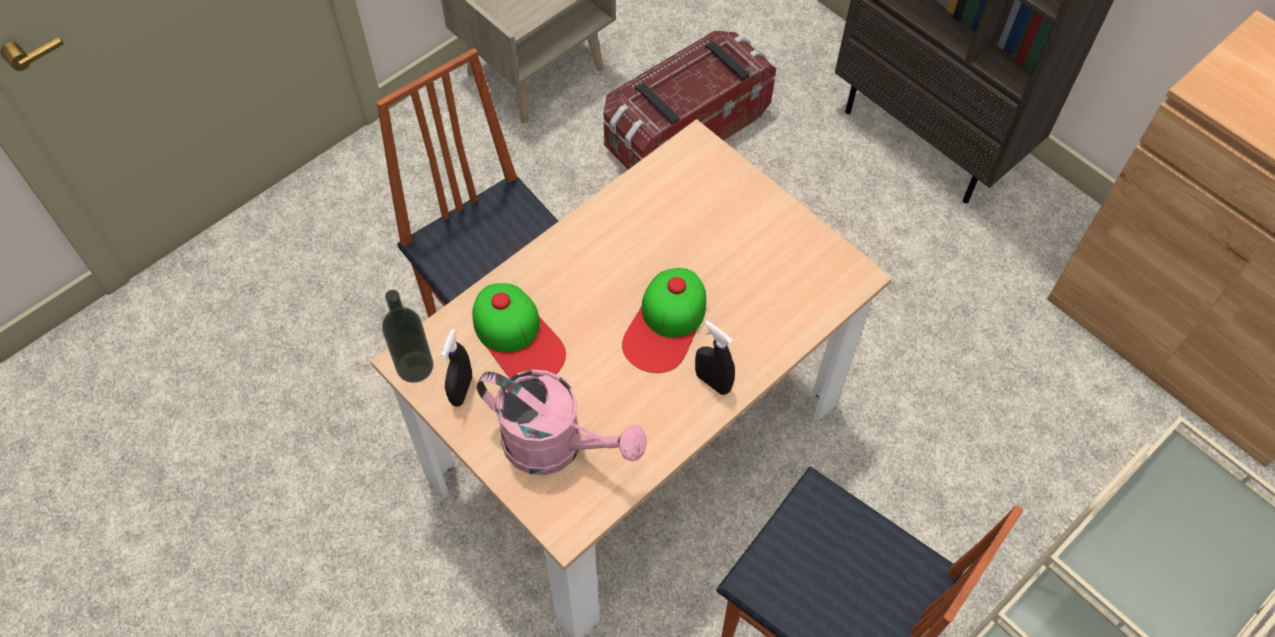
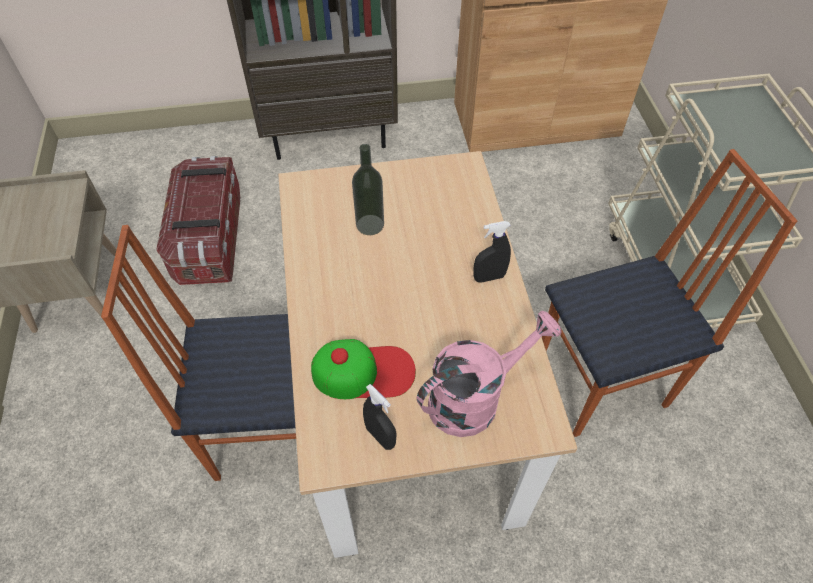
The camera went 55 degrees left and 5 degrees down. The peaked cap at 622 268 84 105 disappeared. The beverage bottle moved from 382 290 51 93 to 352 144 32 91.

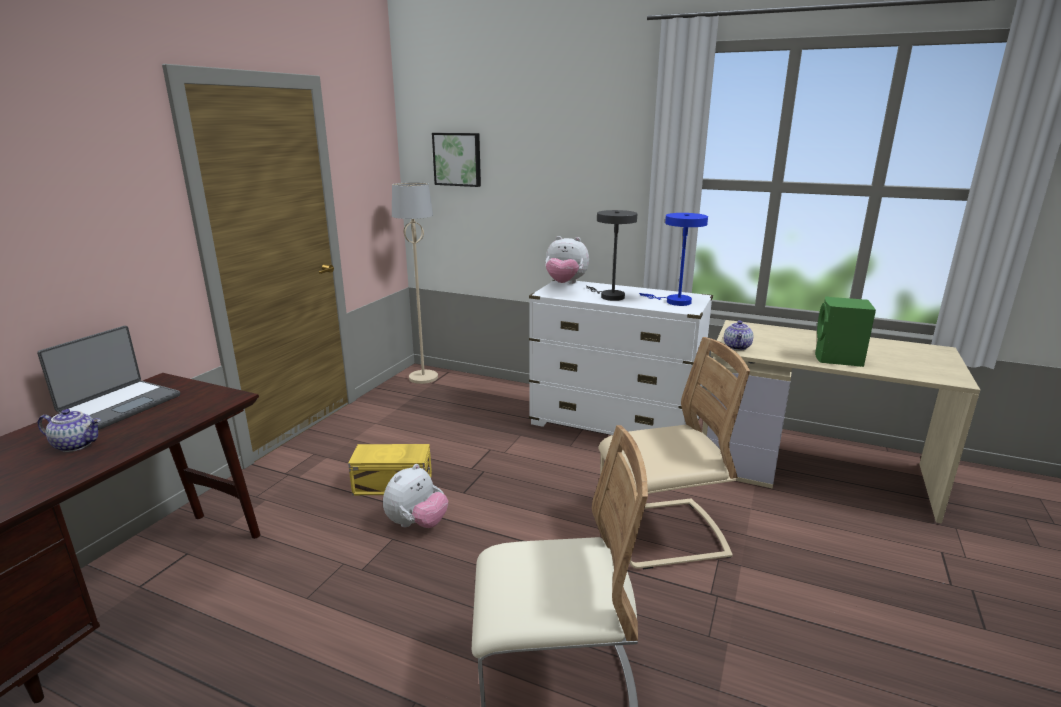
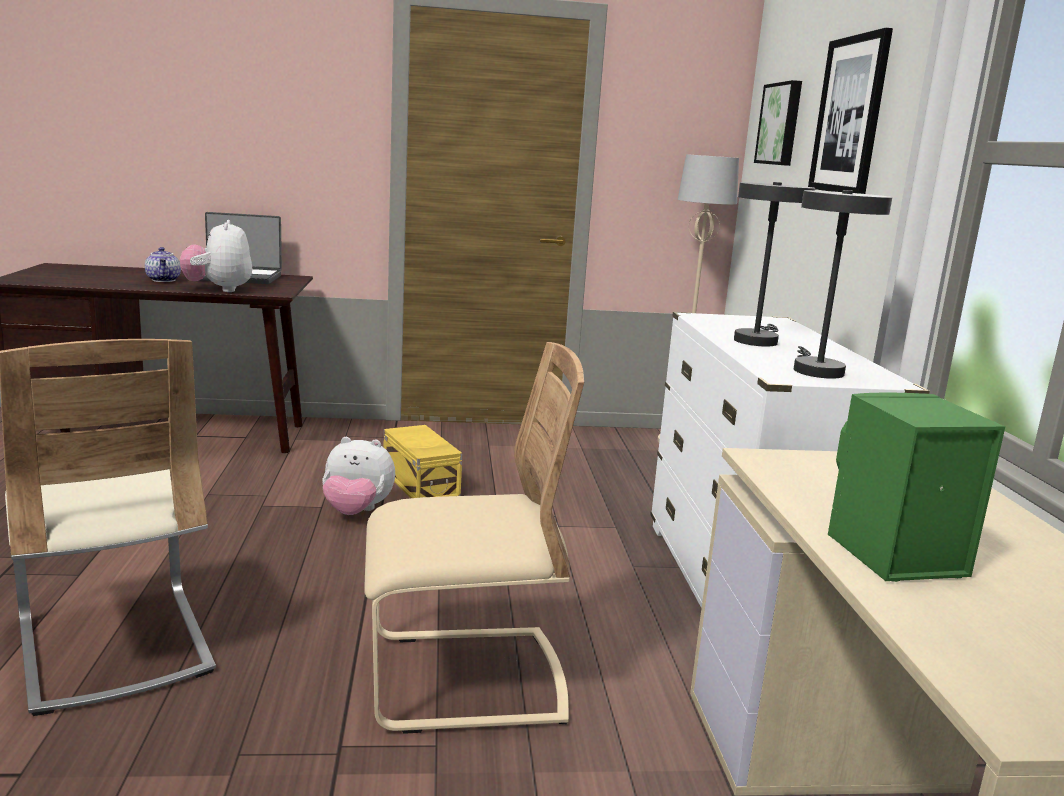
The camera went 60 degrees right and 5 degrees down. The teapot at 724 320 29 30 disappeared. The wall art at 808 28 85 166 appeared. The soft toy moved from 545 236 44 48 to 180 220 72 72. The blue-coloured lamp for a table at 639 213 69 93 became the greyish lamp for a table at 794 190 98 189. The beige upright chair at 598 337 152 232 turned 60 degrees counterclockwise.

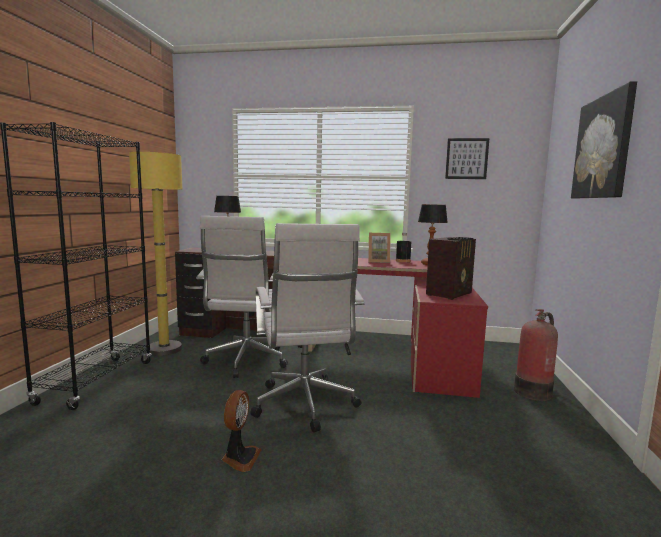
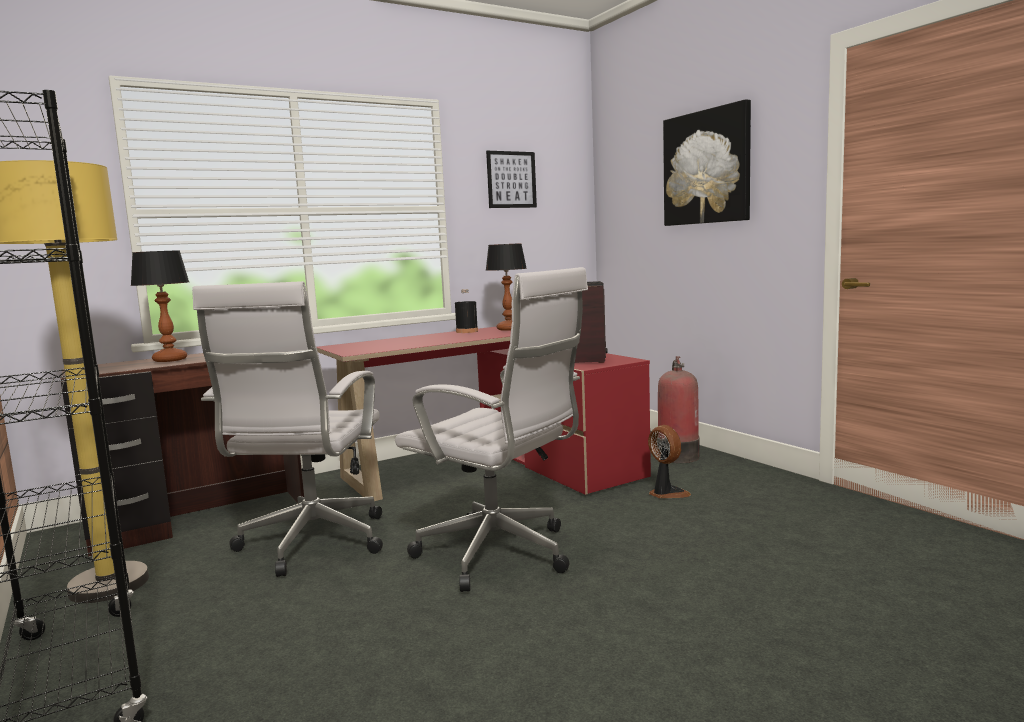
The camera went 40 degrees left and 0 degrees up. The photo frame at 368 233 22 30 disappeared. The fan moved from 222 390 40 82 to 648 425 43 73. The whitish desk chair at 196 216 92 162 turned 45 degrees clockwise.

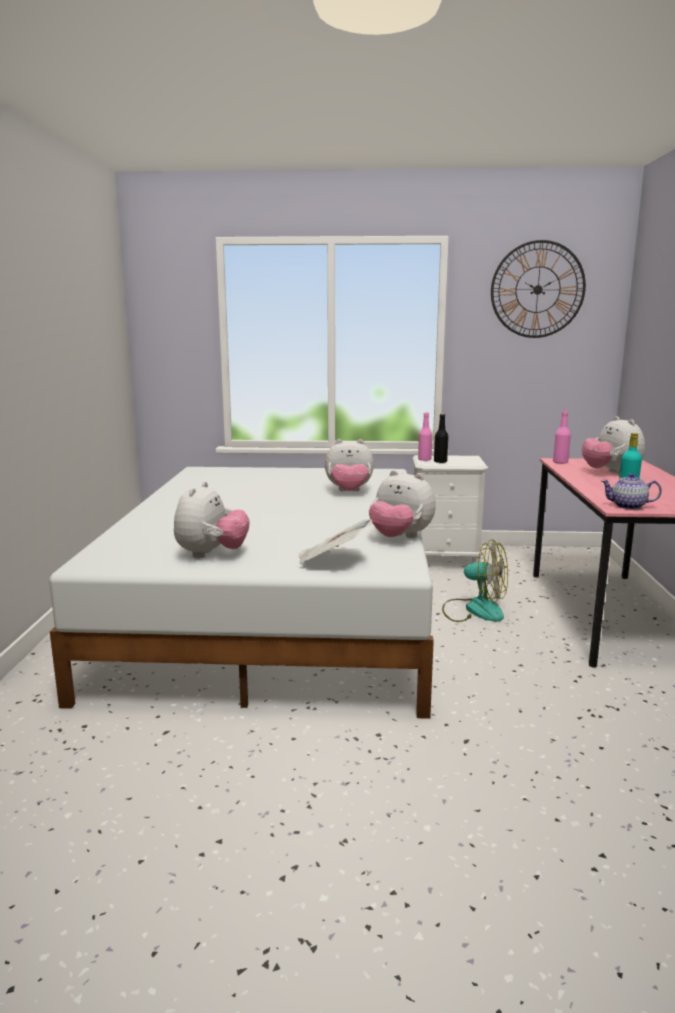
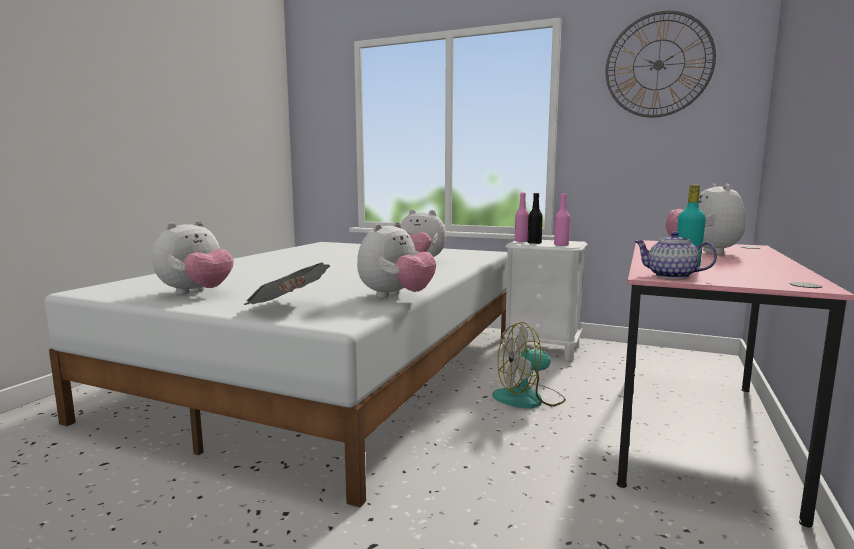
The camera went 20 degrees right and 5 degrees down. The pink beverage bottle moved from 553 410 18 54 to 554 193 16 53. The soft toy at 369 470 67 68 turned 105 degrees counterclockwise. The fan at 442 540 66 82 turned 120 degrees clockwise.

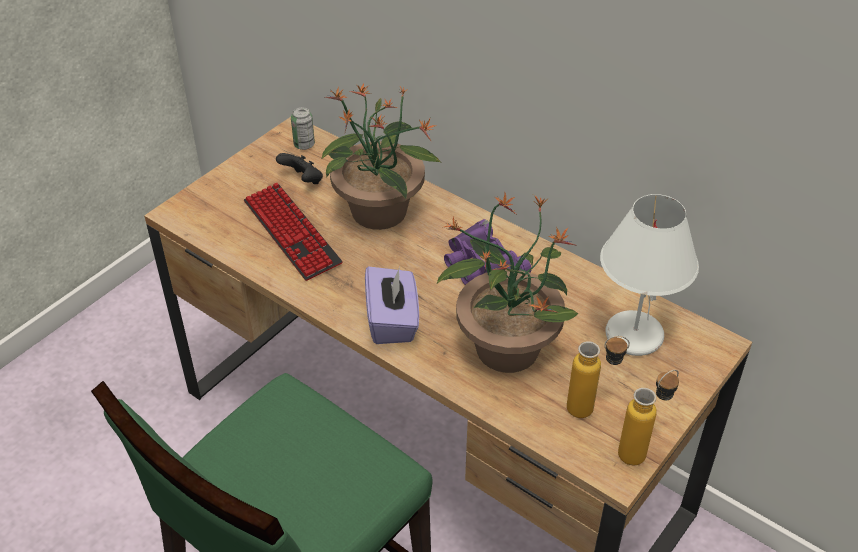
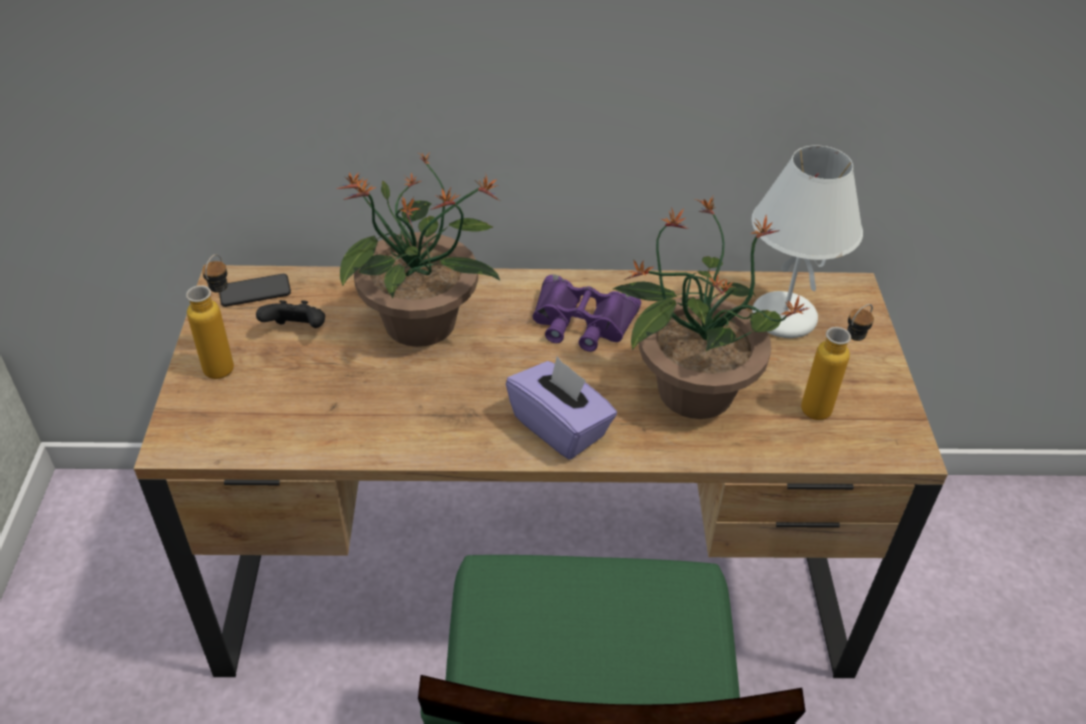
The camera went 40 degrees left and 0 degrees up. The PC keyboard at 244 182 99 99 disappeared. The beverage bottle moved from 618 370 61 95 to 186 254 48 125. The metal can at 291 107 24 43 was replaced by the handset at 219 274 72 33.

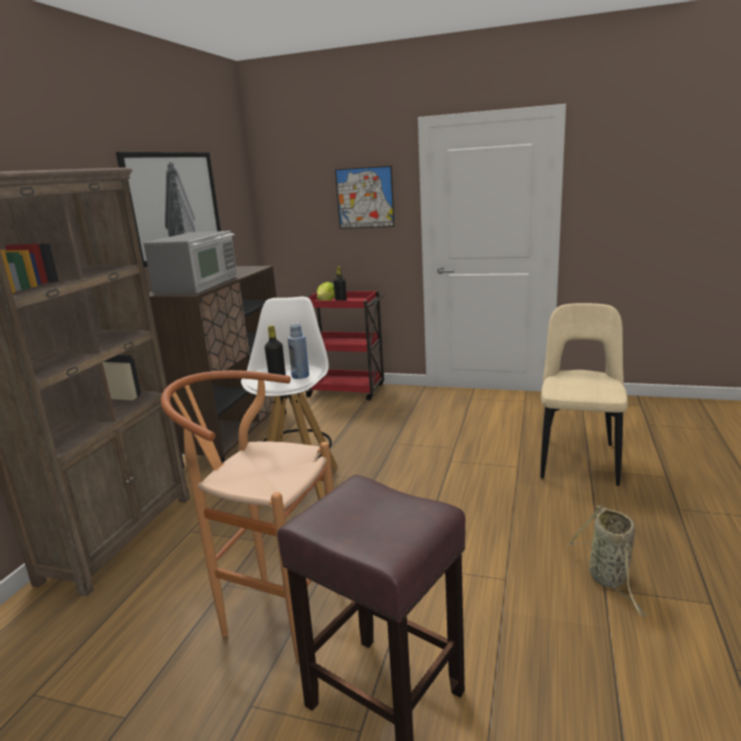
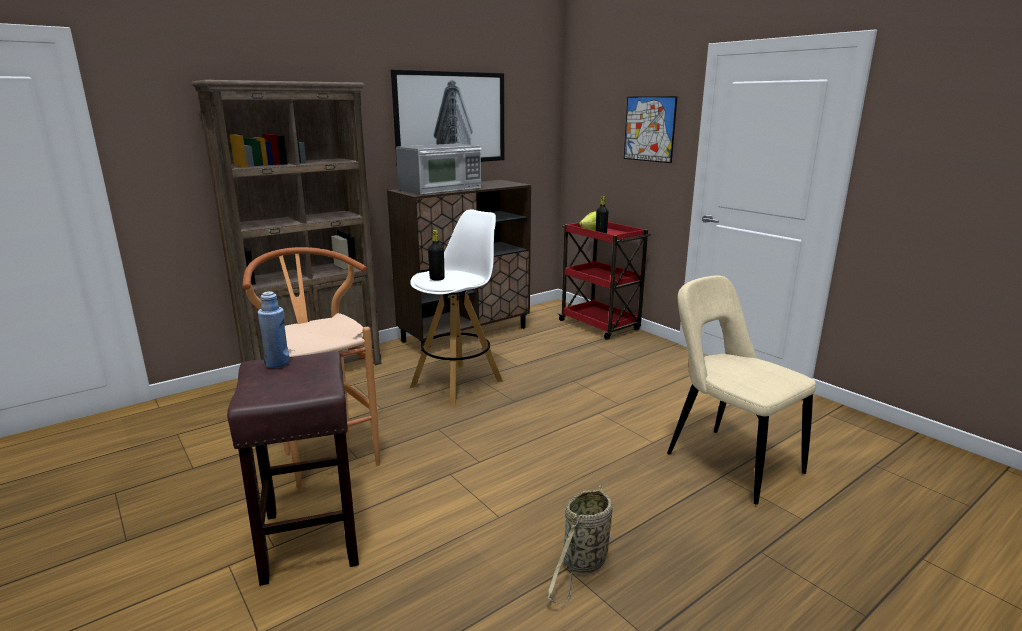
The camera went 35 degrees right and 0 degrees up. The blue-coloured beverage bottle moved from 288 323 21 56 to 258 291 32 77. The beige upright chair at 540 303 88 183 turned 90 degrees counterclockwise.

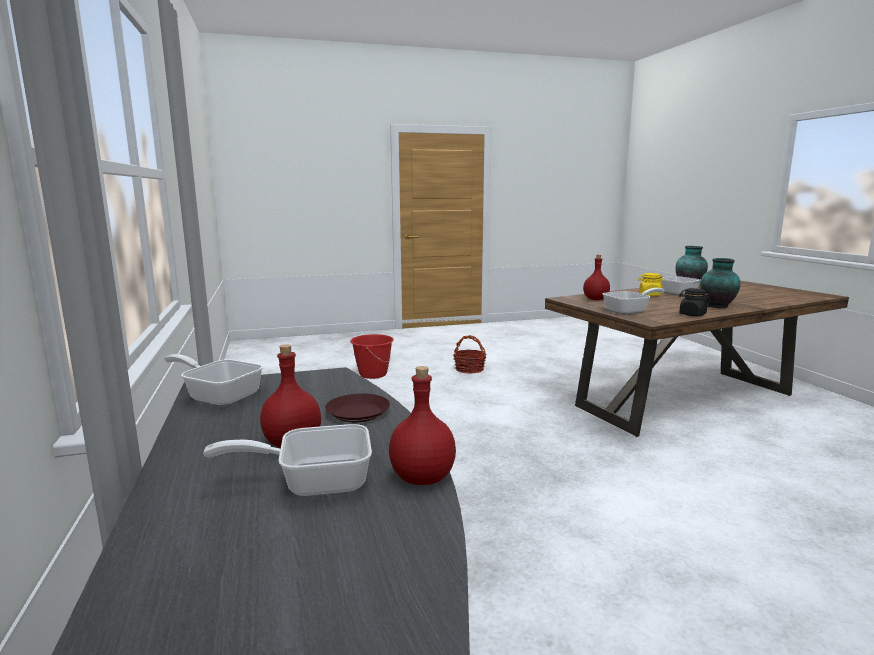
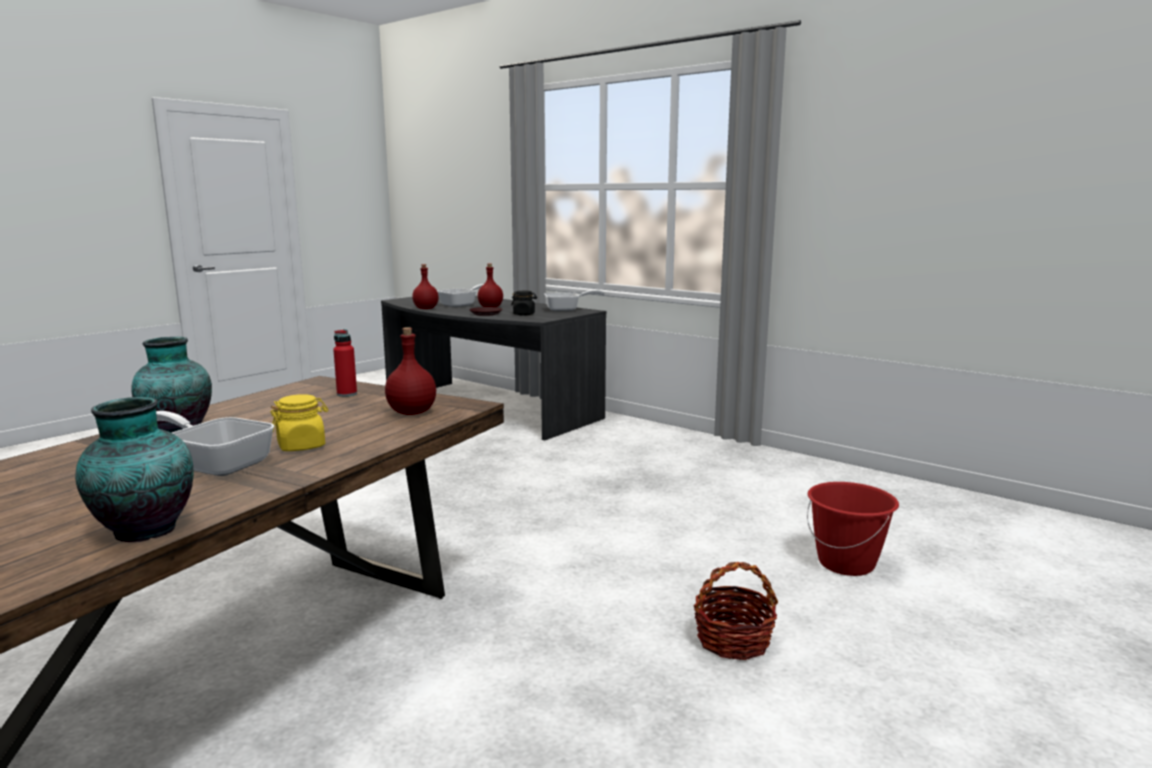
The camera went 145 degrees right and 0 degrees up. The black-coloured storage jar moved from 679 288 30 28 to 511 291 26 25. The pan at 602 288 63 27 was replaced by the reddish beverage bottle at 333 329 24 68.

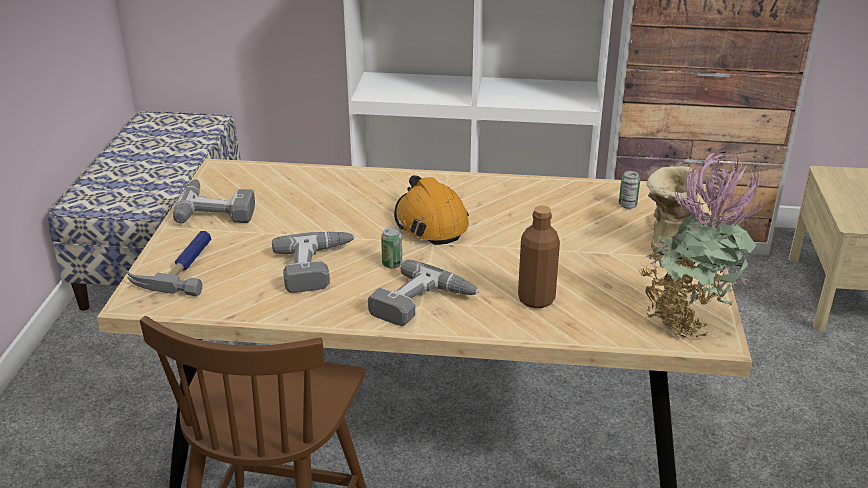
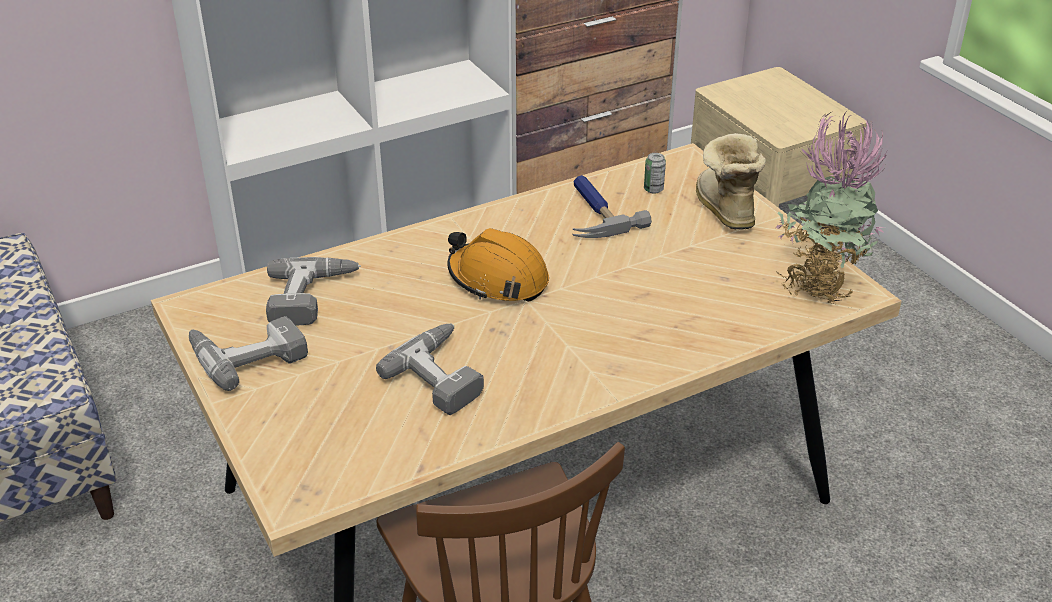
The camera went 35 degrees left and 5 degrees up. The metal can at 381 227 21 42 disappeared. The brownish beverage bottle at 518 206 42 102 disappeared. The hand hammer moved from 126 231 85 65 to 573 175 79 63. The electric drill moved from 368 260 111 66 to 266 257 95 68.

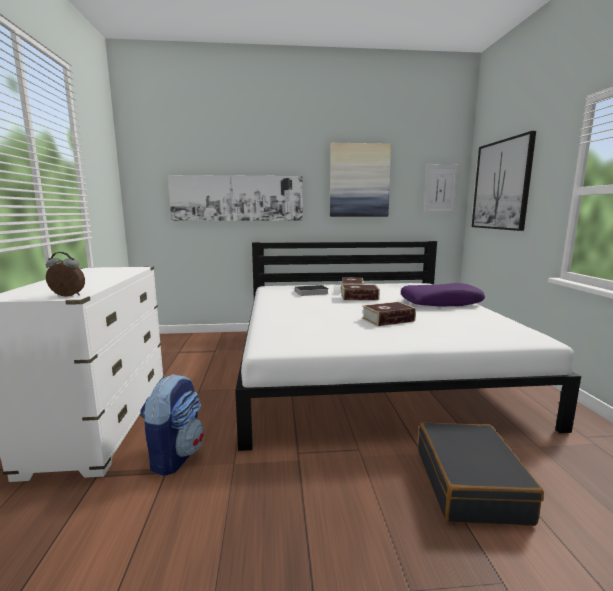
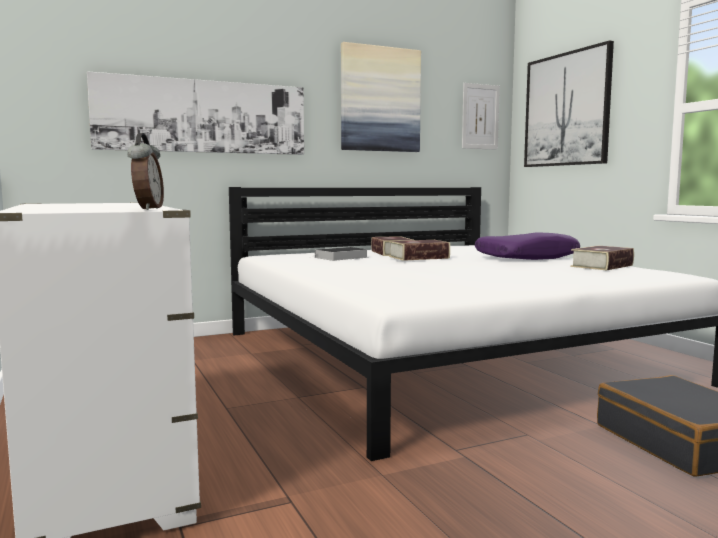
The camera went 20 degrees left and 5 degrees down. The backpack at 140 374 64 102 disappeared. The volume moved from 362 302 54 24 to 570 246 64 25. The table clock at 46 252 39 45 turned 105 degrees clockwise.

